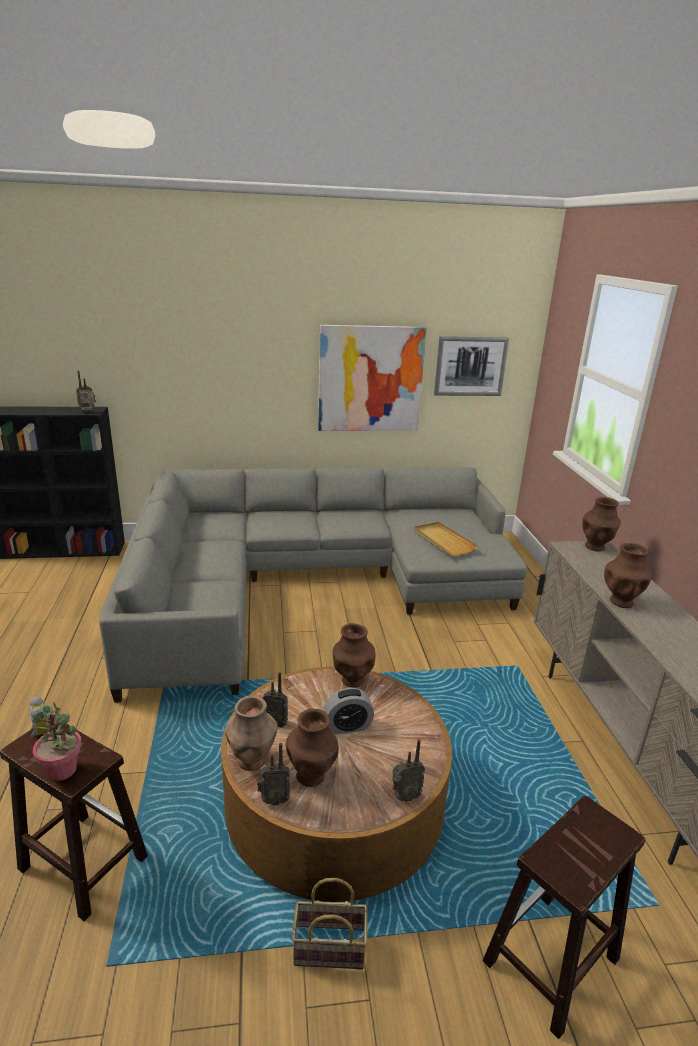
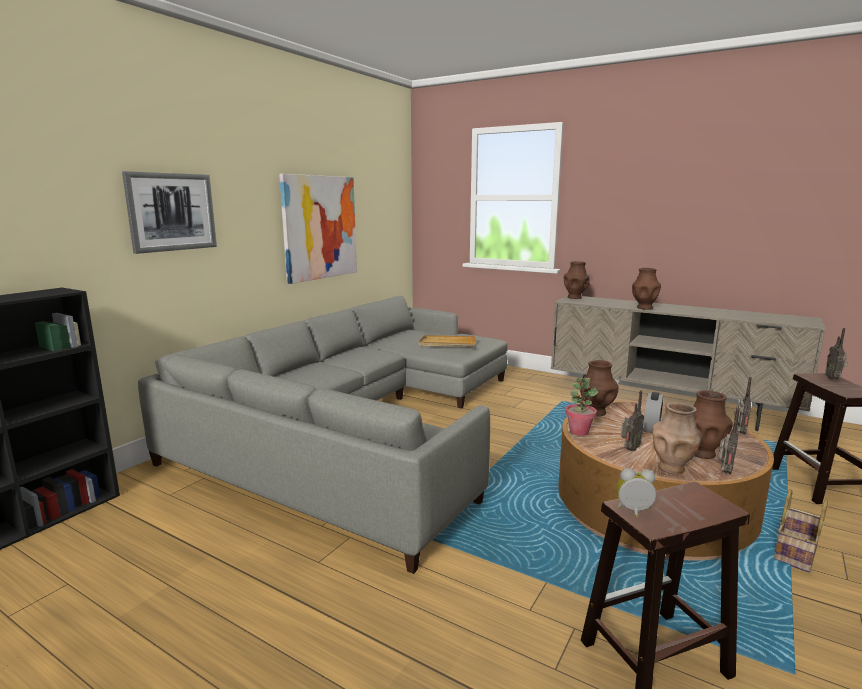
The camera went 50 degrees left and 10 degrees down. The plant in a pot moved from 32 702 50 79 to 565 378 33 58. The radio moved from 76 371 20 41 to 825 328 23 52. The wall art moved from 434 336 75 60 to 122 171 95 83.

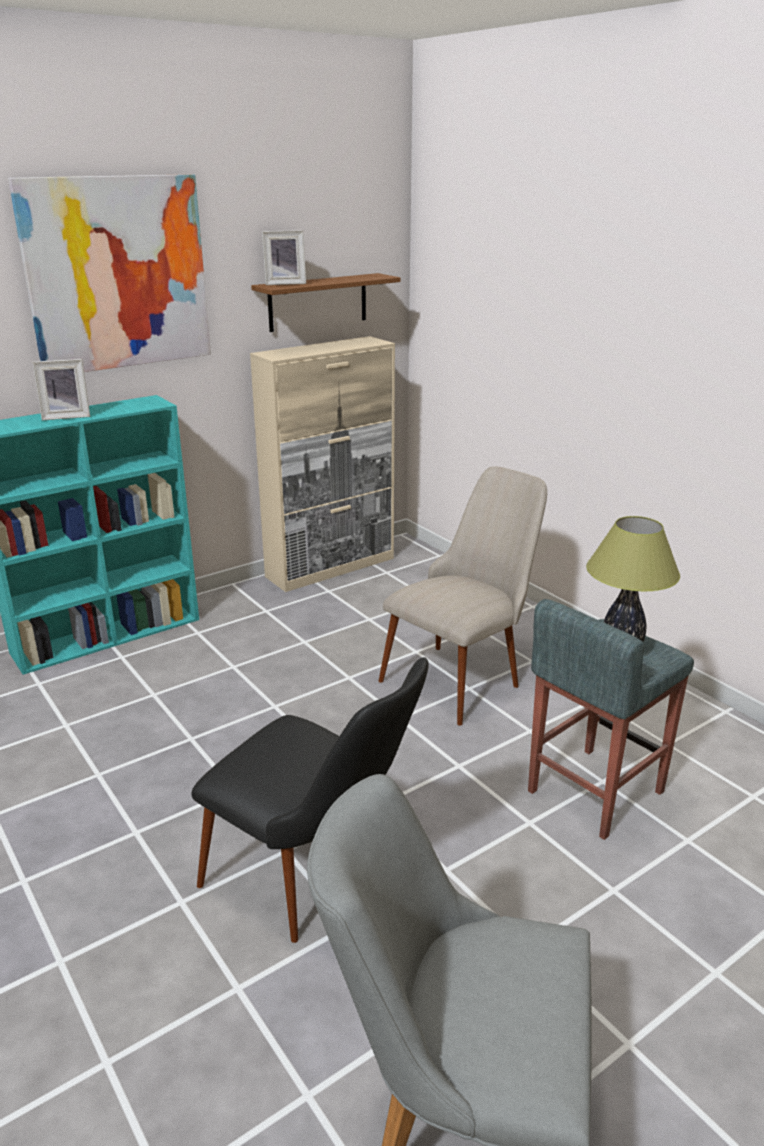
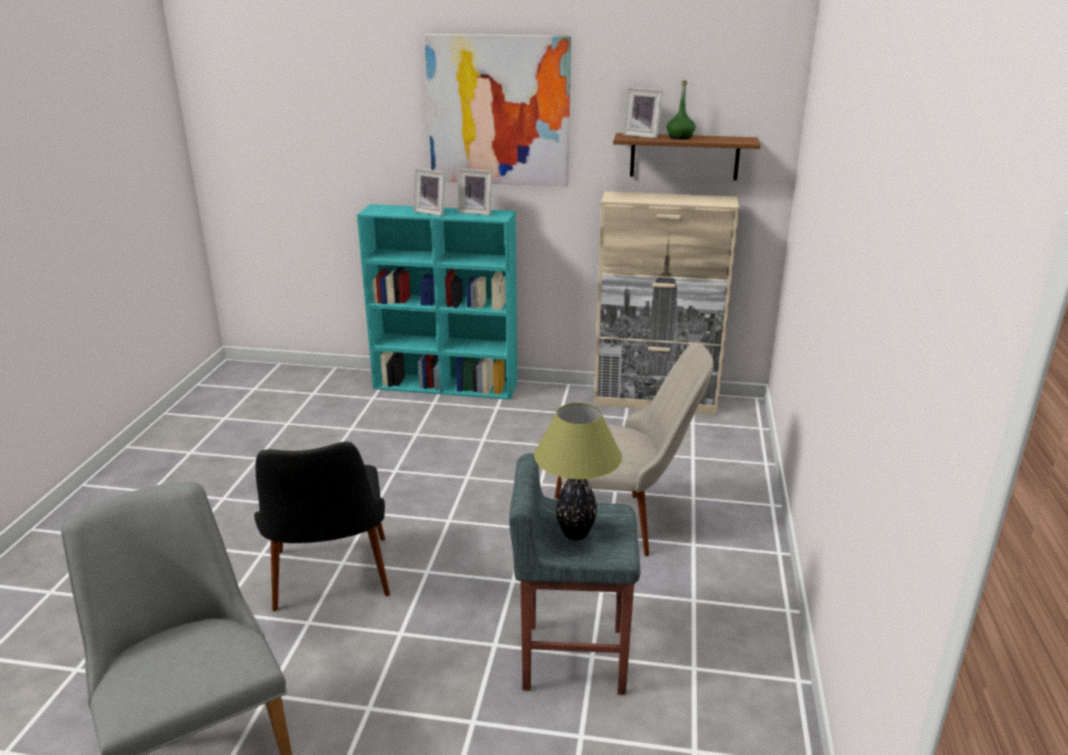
The camera went 45 degrees right and 0 degrees up. The photo frame at 458 169 34 46 appeared. The green beverage bottle at 667 80 29 60 appeared.

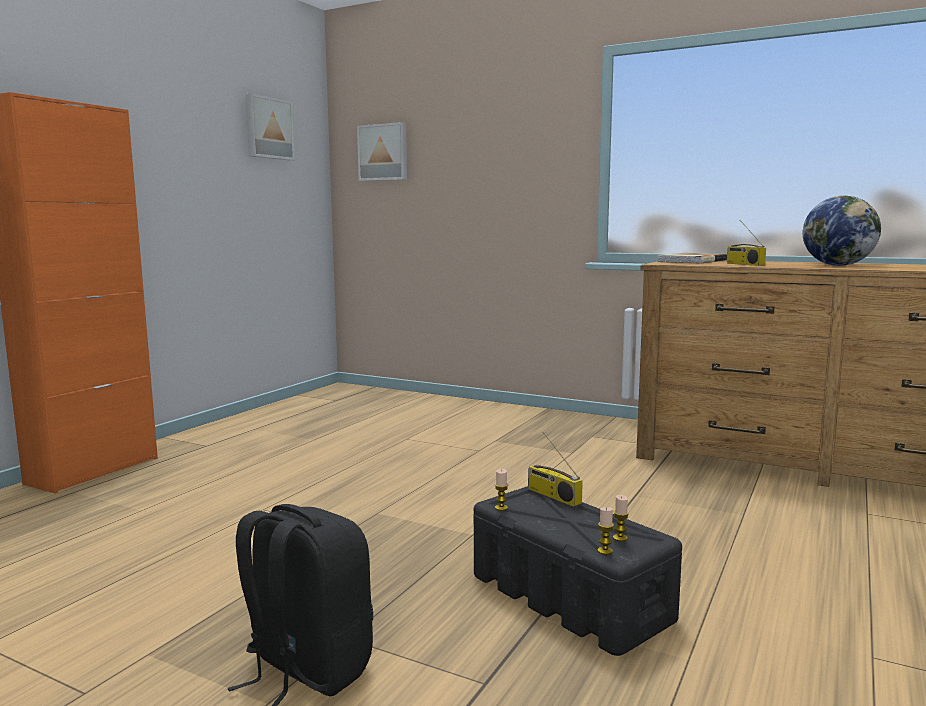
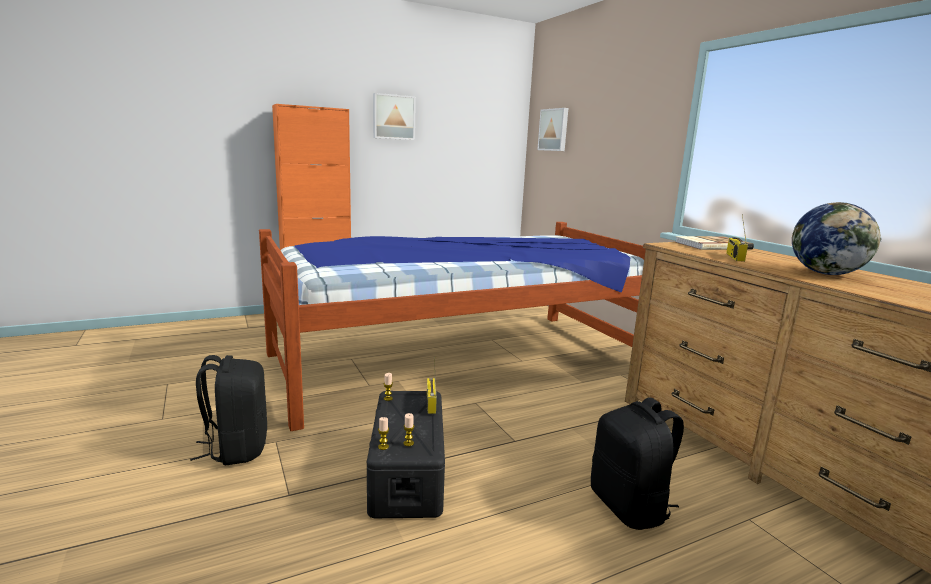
The camera went 35 degrees right and 5 degrees up. The sleeping bed at 259 222 387 209 appeared. The black-coloured backpack at 591 398 93 132 appeared. The wall art moved from 245 94 50 66 to 373 93 43 47.

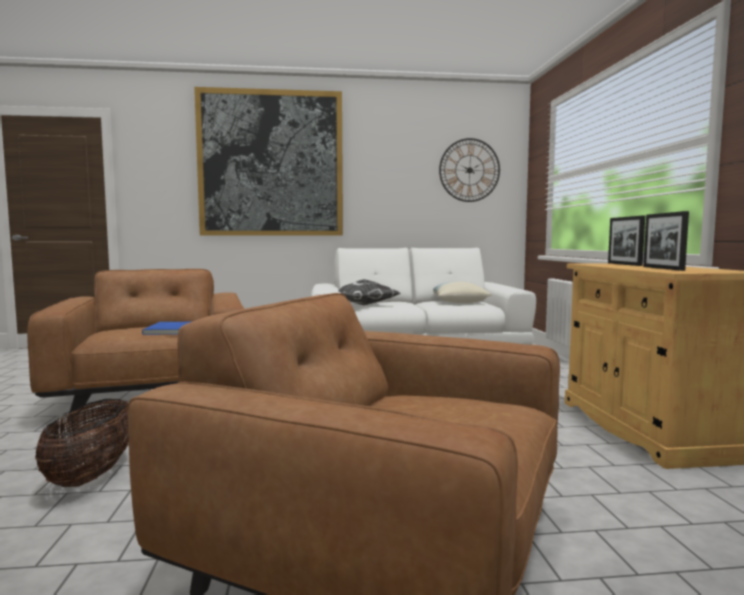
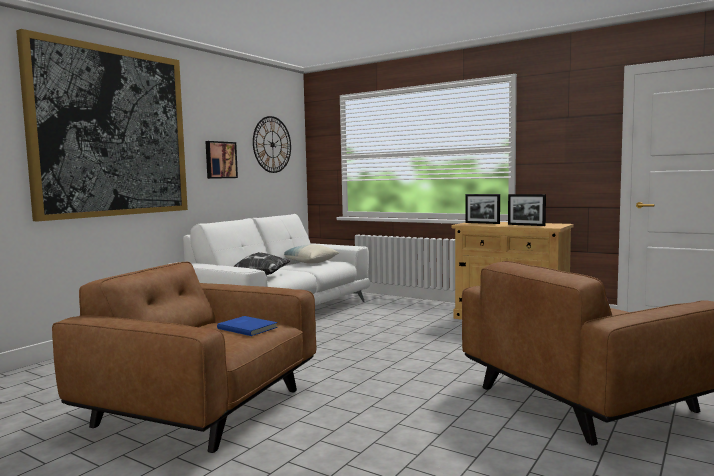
The camera went 50 degrees left and 0 degrees up. The basket at 35 399 94 88 disappeared. The wall art at 205 141 33 38 appeared.

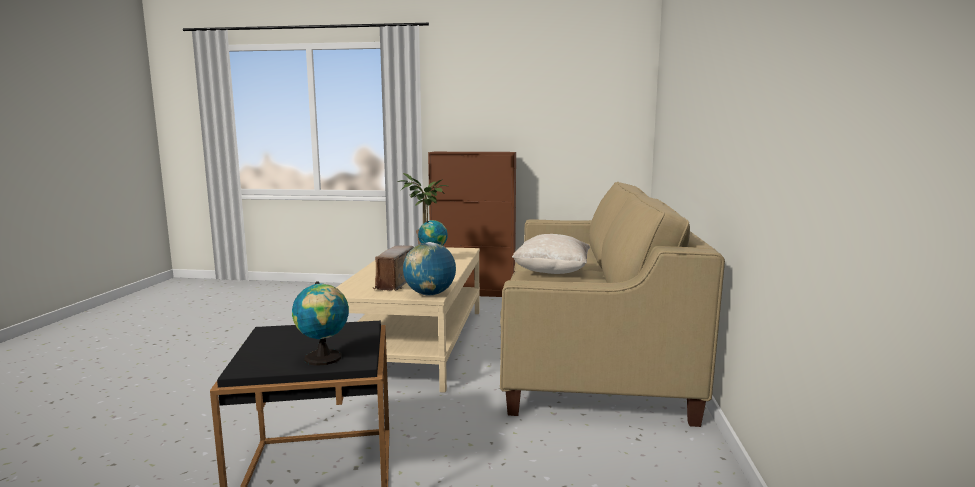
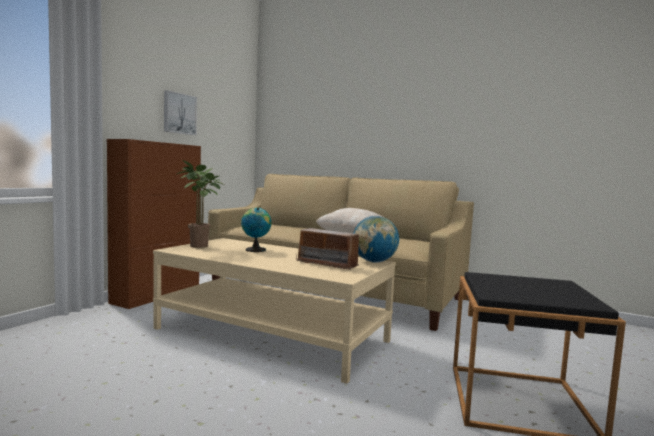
The camera went 70 degrees left and 5 degrees down. The world globe at 292 281 57 85 disappeared. The wall art at 164 90 33 45 appeared.

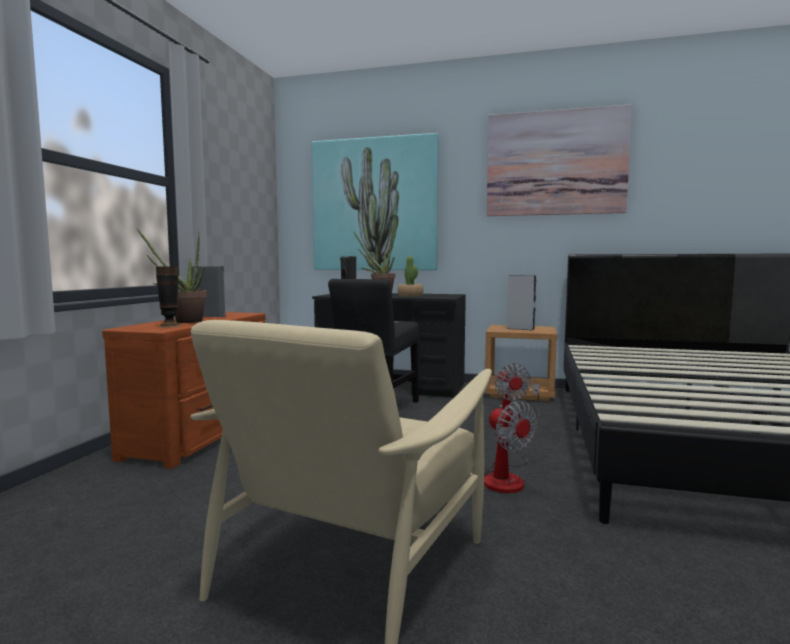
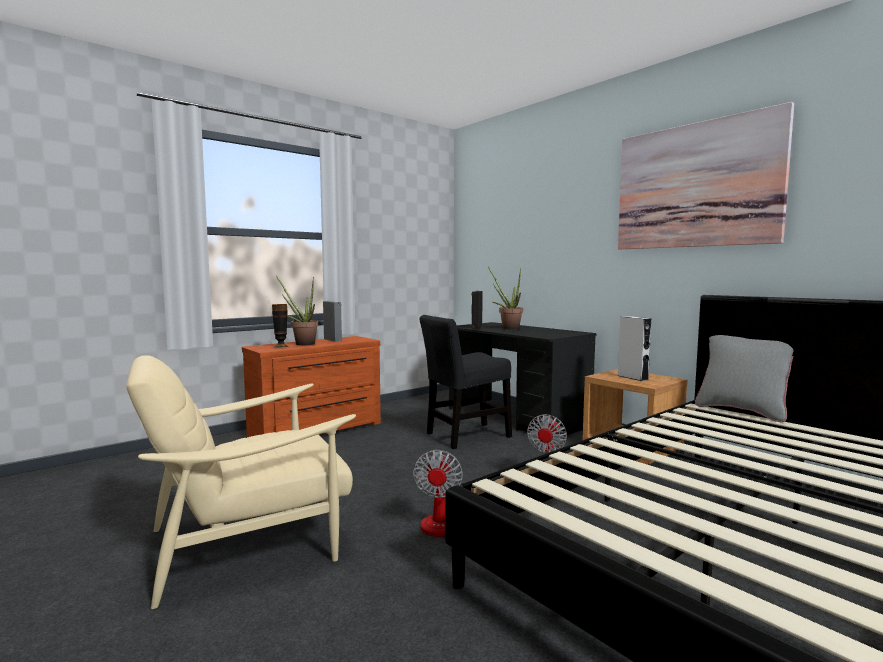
The camera went 35 degrees right and 0 degrees up. The wall art at 312 133 127 137 disappeared. The plant in a pot at 397 256 27 41 disappeared. The greyish throw pillow at 695 335 98 87 appeared.

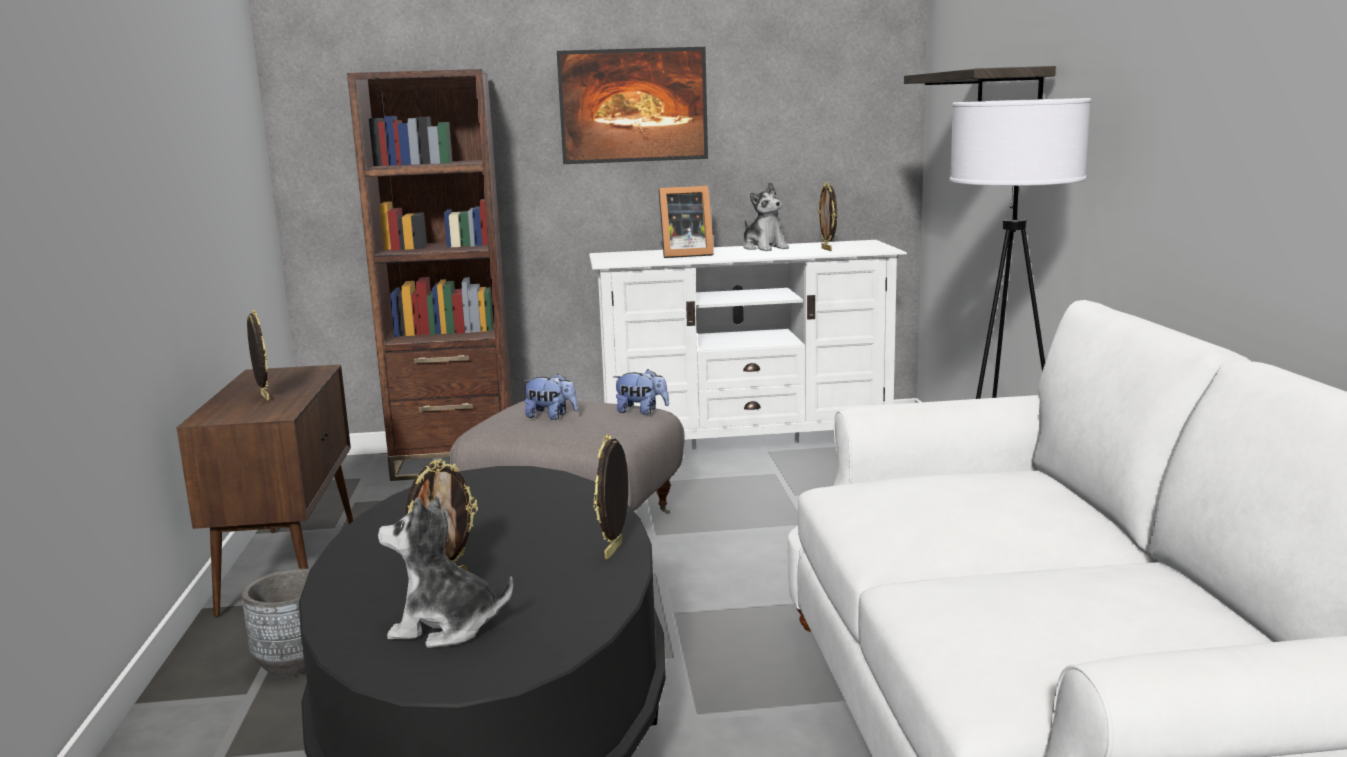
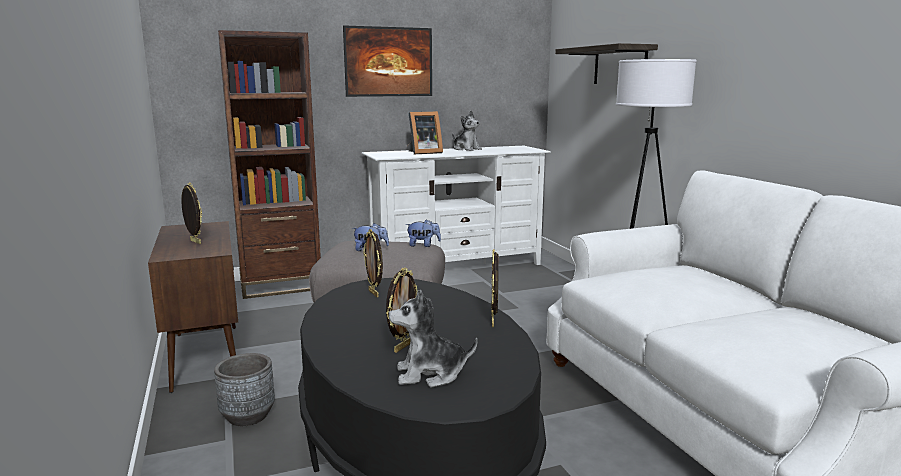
The camera went 15 degrees left and 0 degrees up. The photo frame moved from 818 182 19 69 to 363 229 20 68.

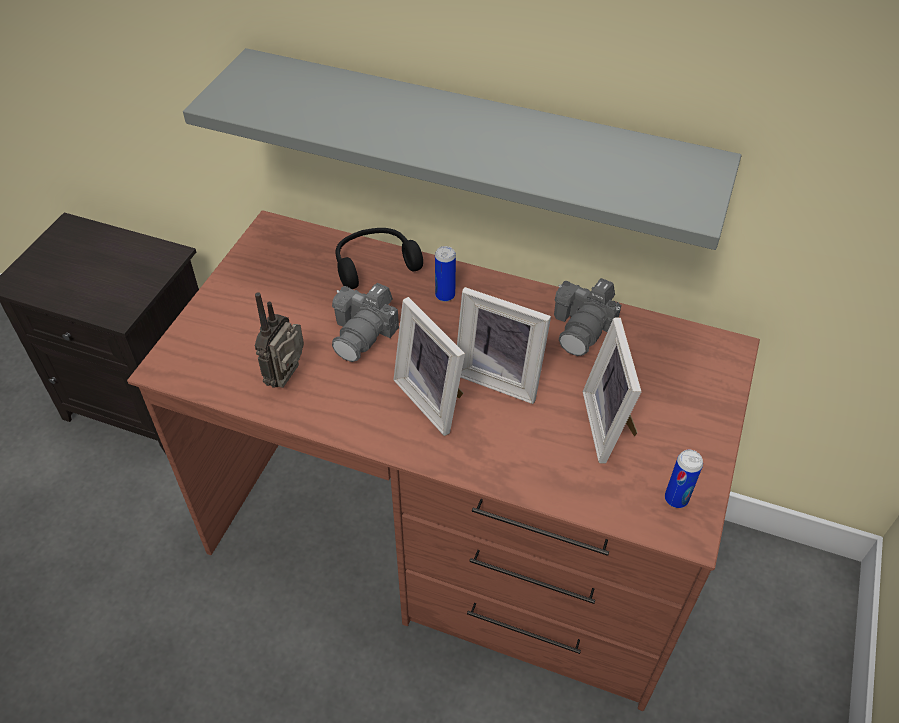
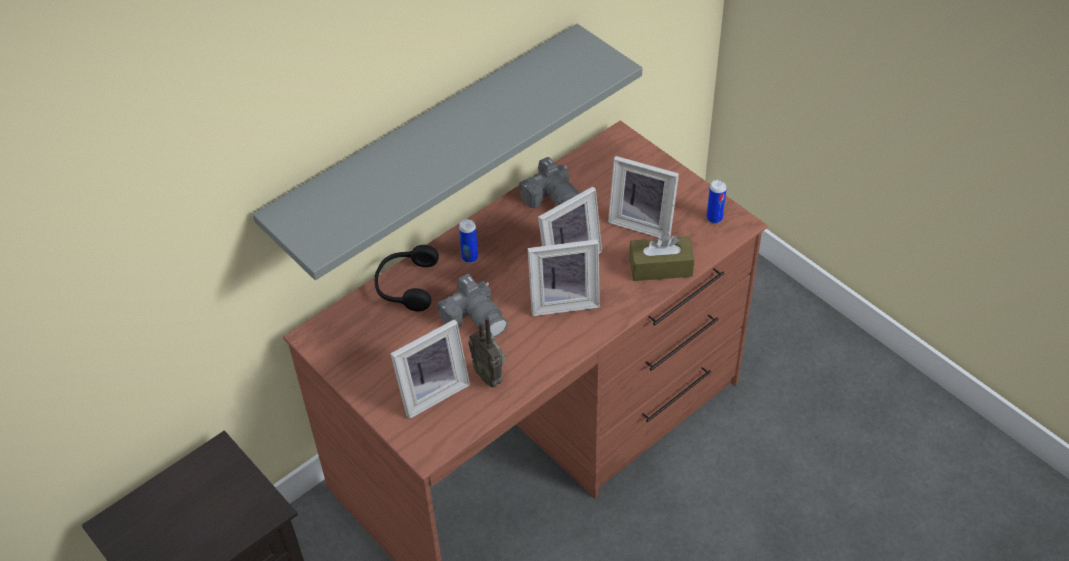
The camera went 60 degrees left and 0 degrees up. The photo frame at 390 319 80 100 appeared. The brownish box of tissues at 629 234 66 47 appeared.

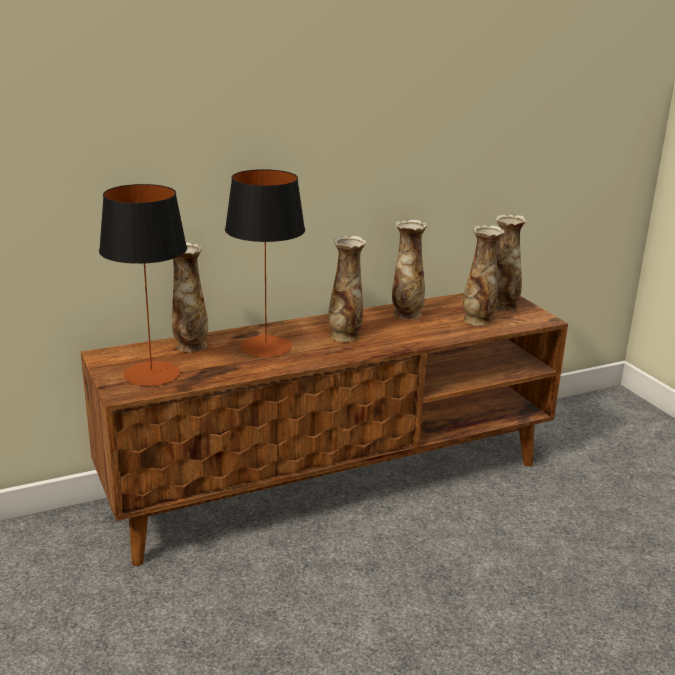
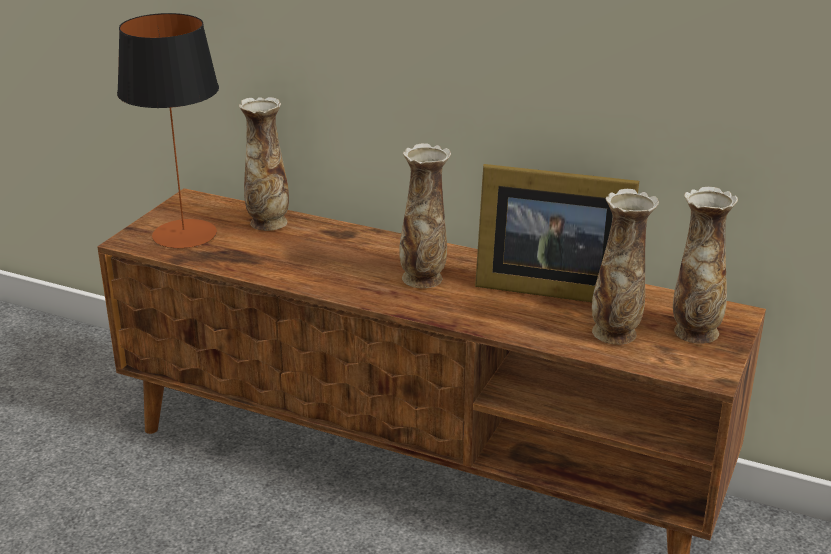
The camera went 50 degrees right and 5 degrees up. The lamp for a table at 225 169 80 189 disappeared. The decorative vase at 392 220 35 100 was replaced by the photo frame at 475 164 164 138.

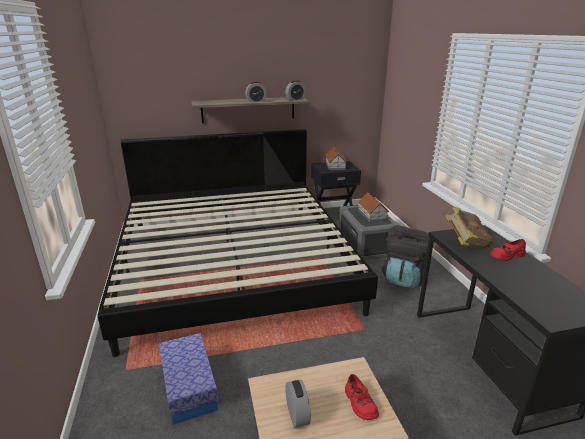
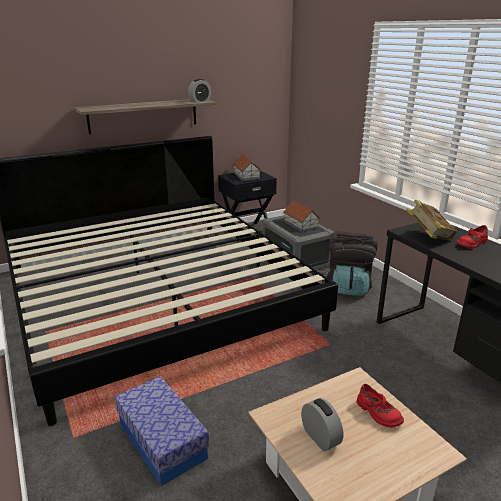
The camera went 15 degrees left and 0 degrees up. The table clock at 245 82 22 20 disappeared.

